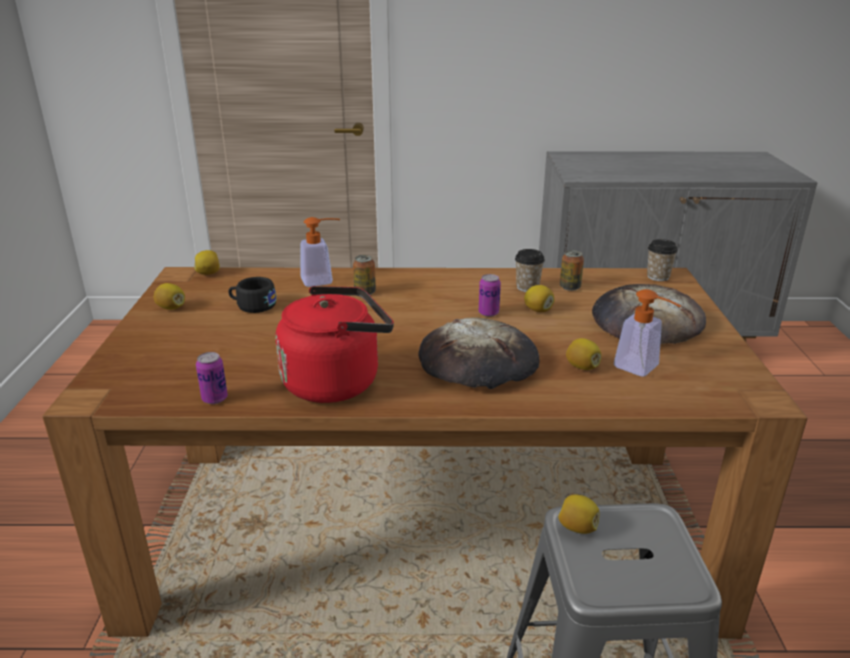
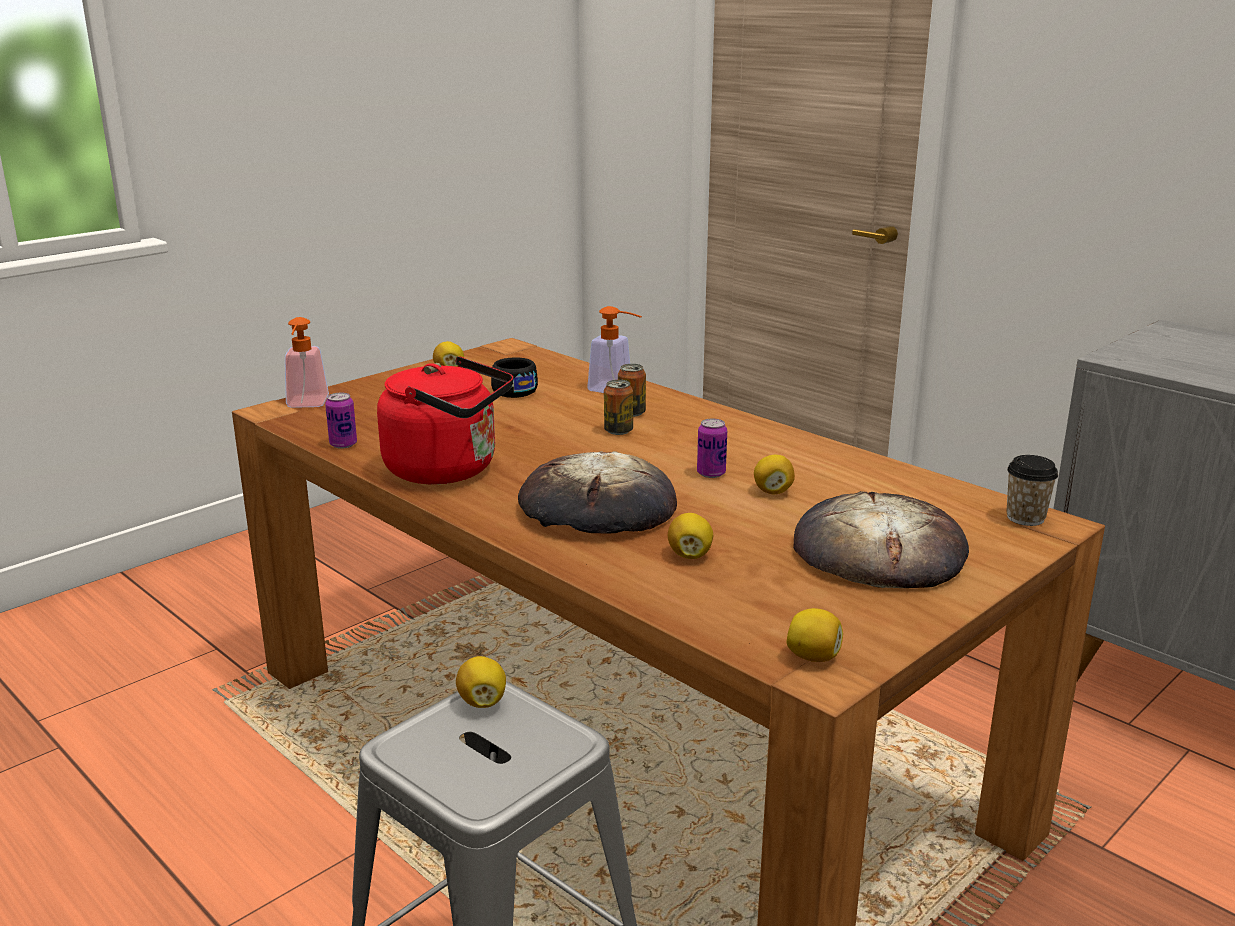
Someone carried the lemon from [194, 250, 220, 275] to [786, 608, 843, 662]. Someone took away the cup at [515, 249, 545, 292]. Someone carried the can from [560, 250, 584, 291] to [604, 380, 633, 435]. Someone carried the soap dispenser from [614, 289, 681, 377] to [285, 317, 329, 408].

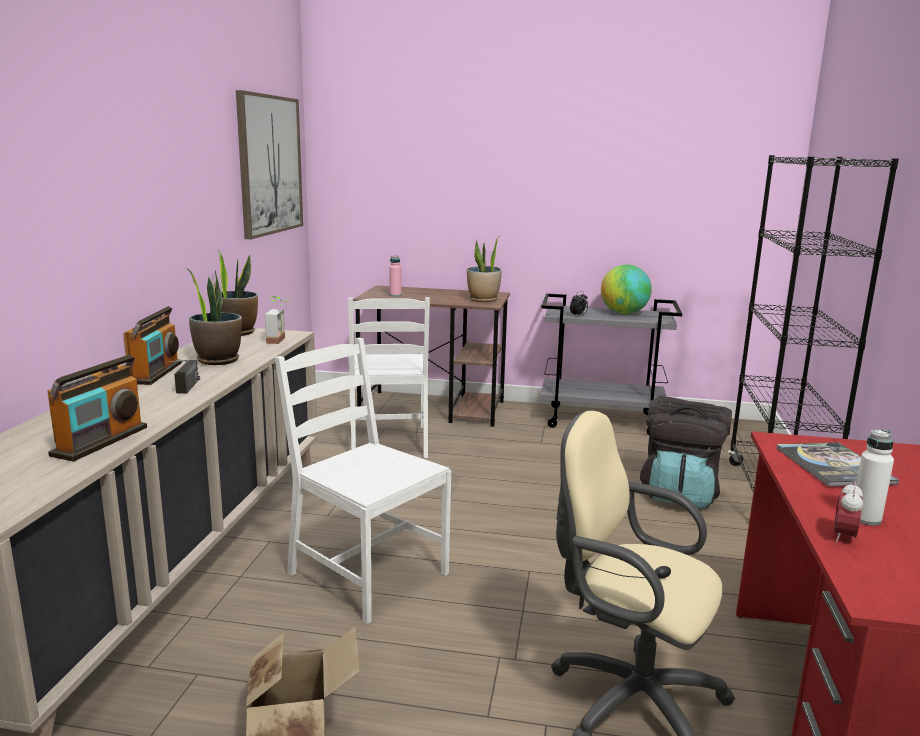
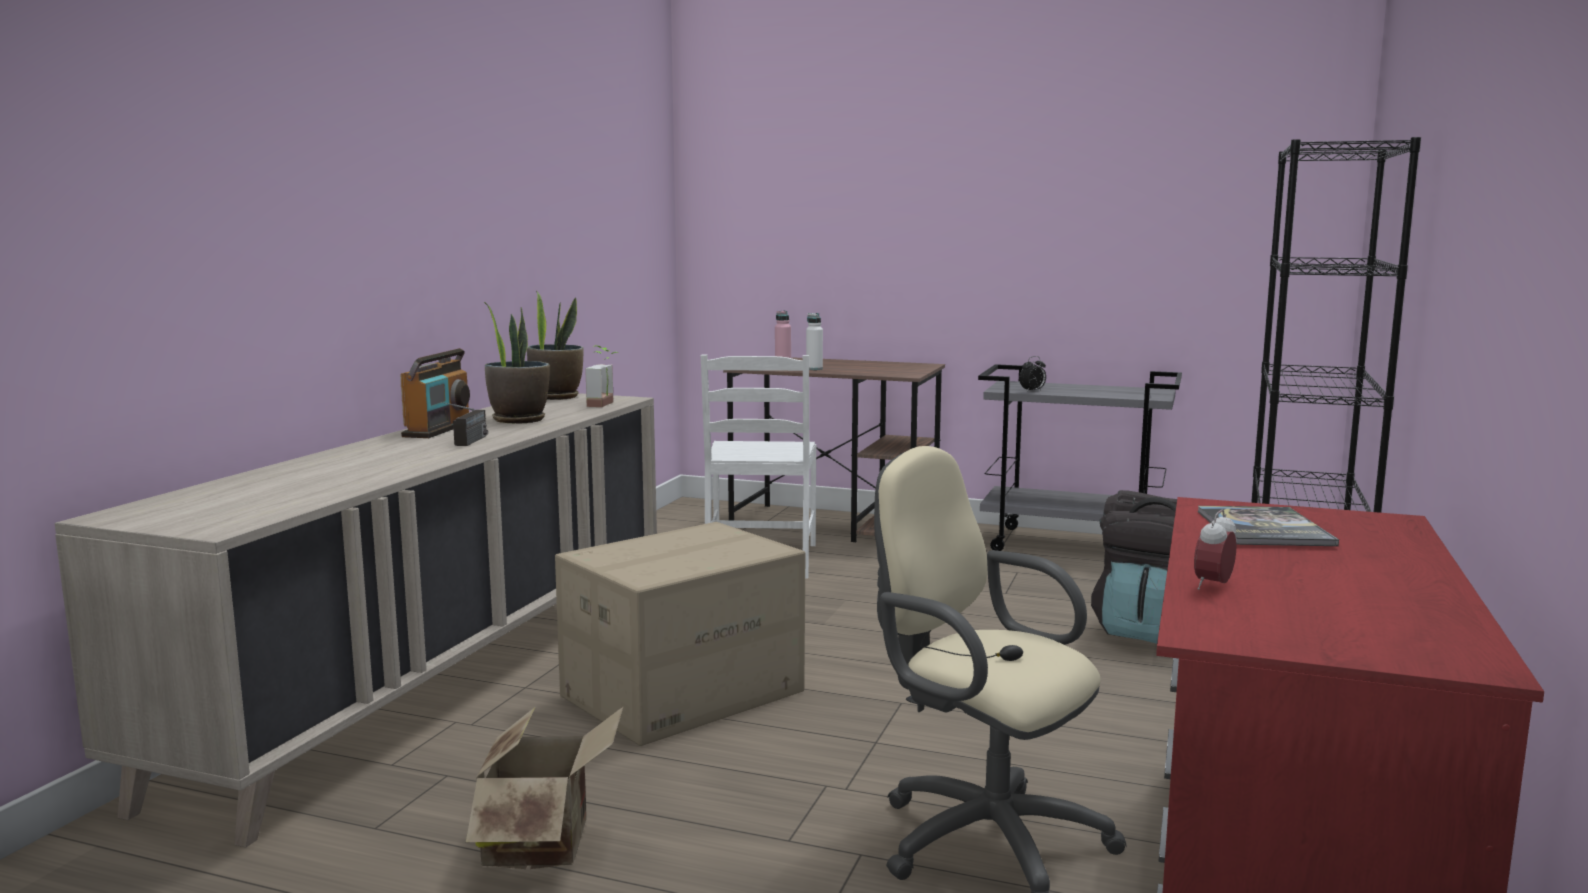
Someone took away the radio at [47, 355, 147, 462]. Someone took away the picture at [236, 90, 303, 239]. Someone swapped the white chair at [275, 338, 451, 624] for the cardboard box at [555, 522, 805, 746]. Someone took away the potted plant at [467, 236, 501, 302]. Someone took away the globe at [601, 265, 652, 314]. Someone carried the white bottle from [856, 429, 894, 526] to [806, 313, 823, 370].

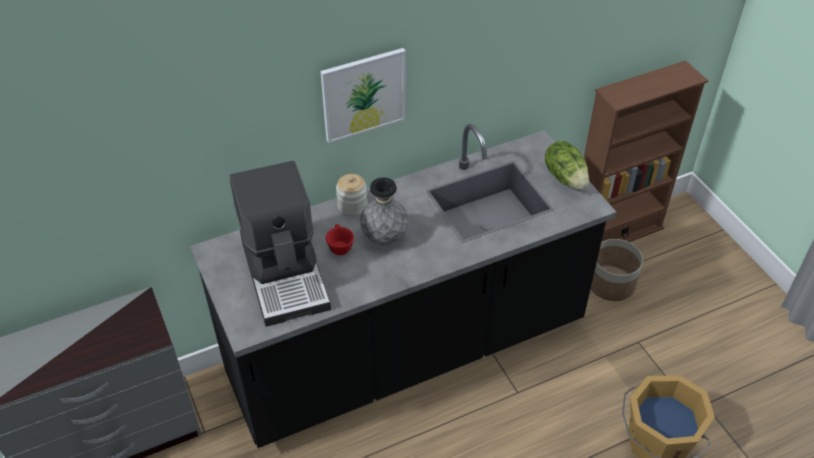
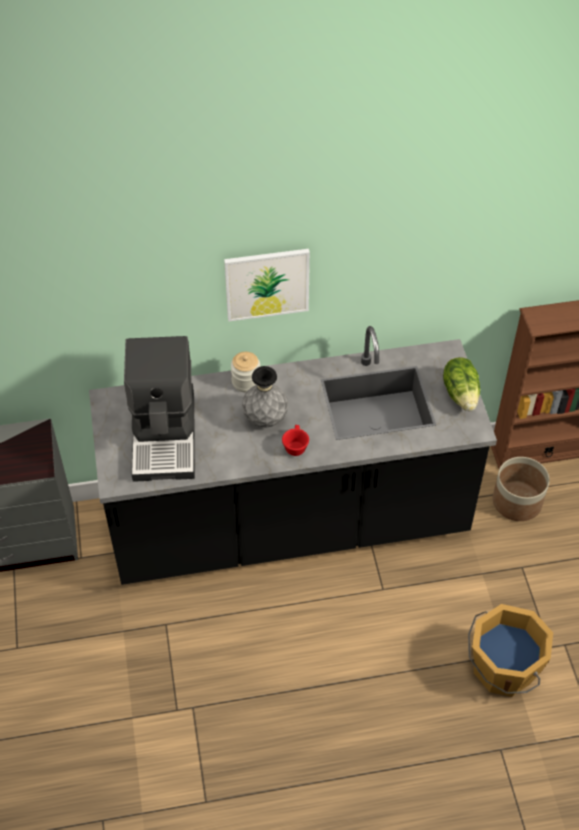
Someone carried the red cup from [326, 224, 354, 255] to [282, 425, 309, 456].

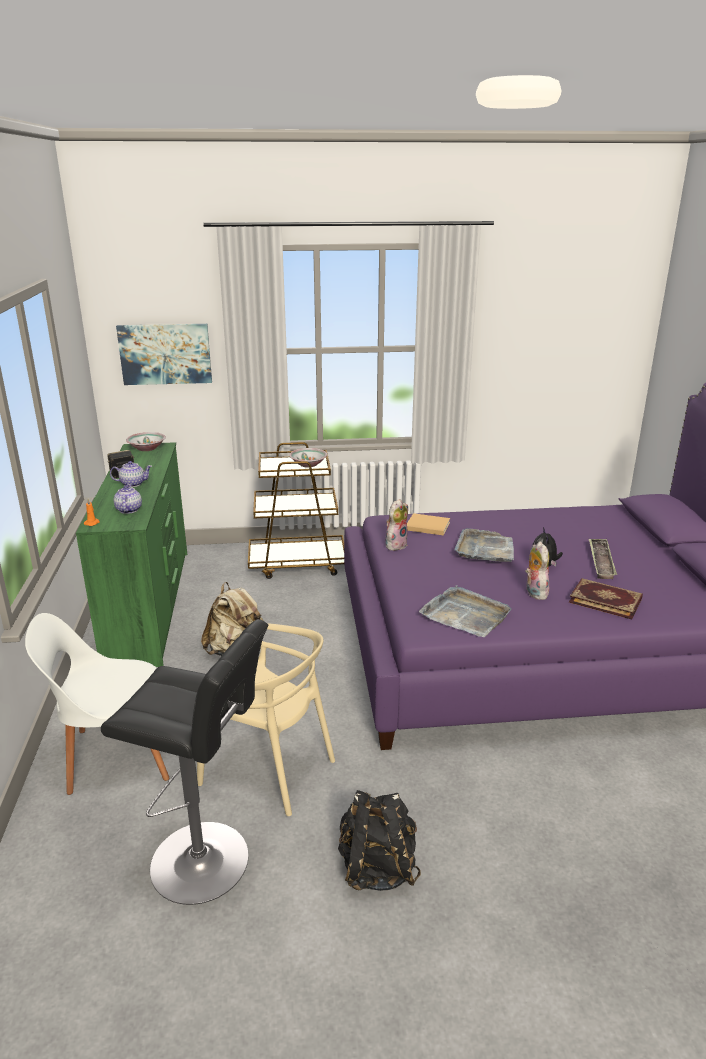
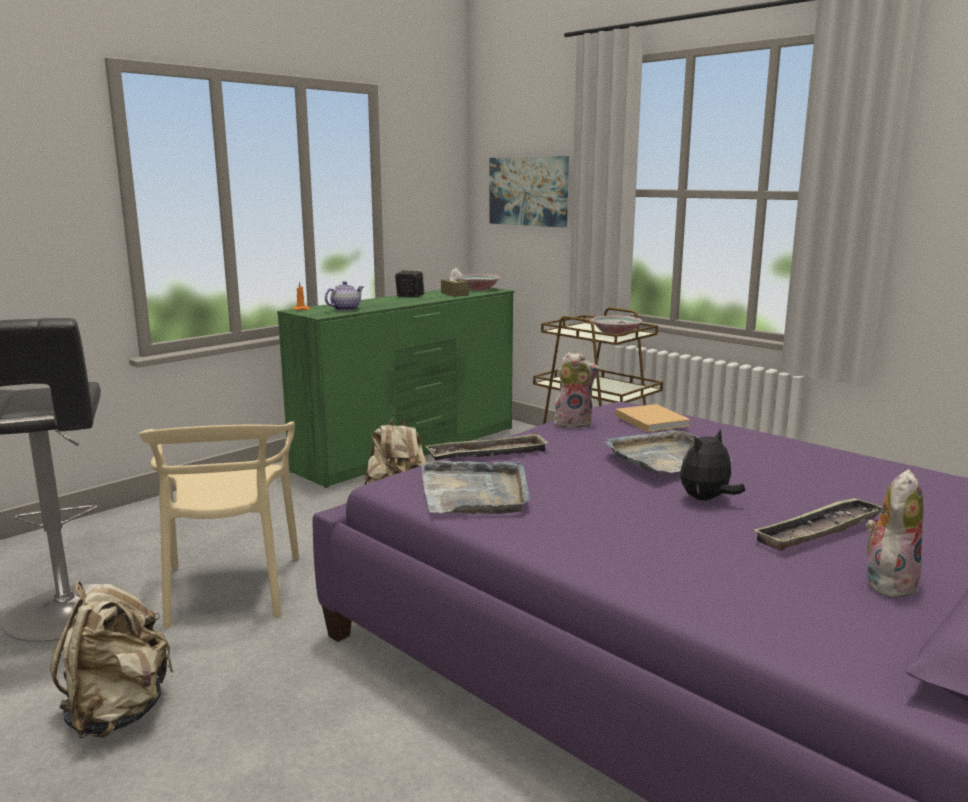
Someone took away the white chair at [25, 613, 170, 795]. Someone took away the teapot at [110, 461, 152, 487]. Someone repainted the black backpack at [338, 790, 421, 891], which became the beige backpack at [50, 581, 174, 738]. Someone carried the plush toy from [525, 541, 549, 600] to [866, 469, 924, 598]. Someone took away the book at [569, 578, 643, 619]. Someone put down the tray at [426, 433, 549, 460]. Someone put down the brown tissue box at [441, 267, 469, 297].

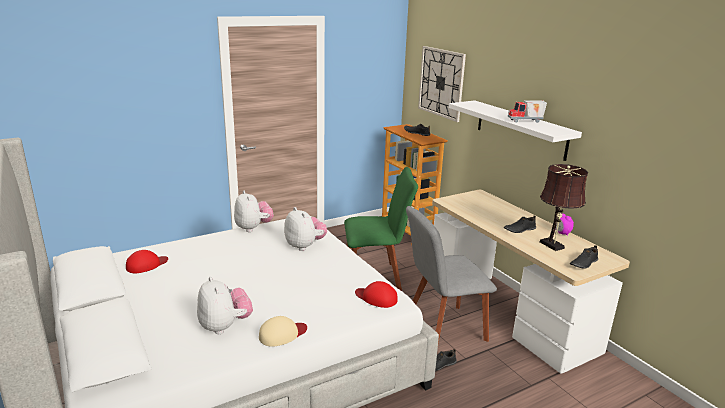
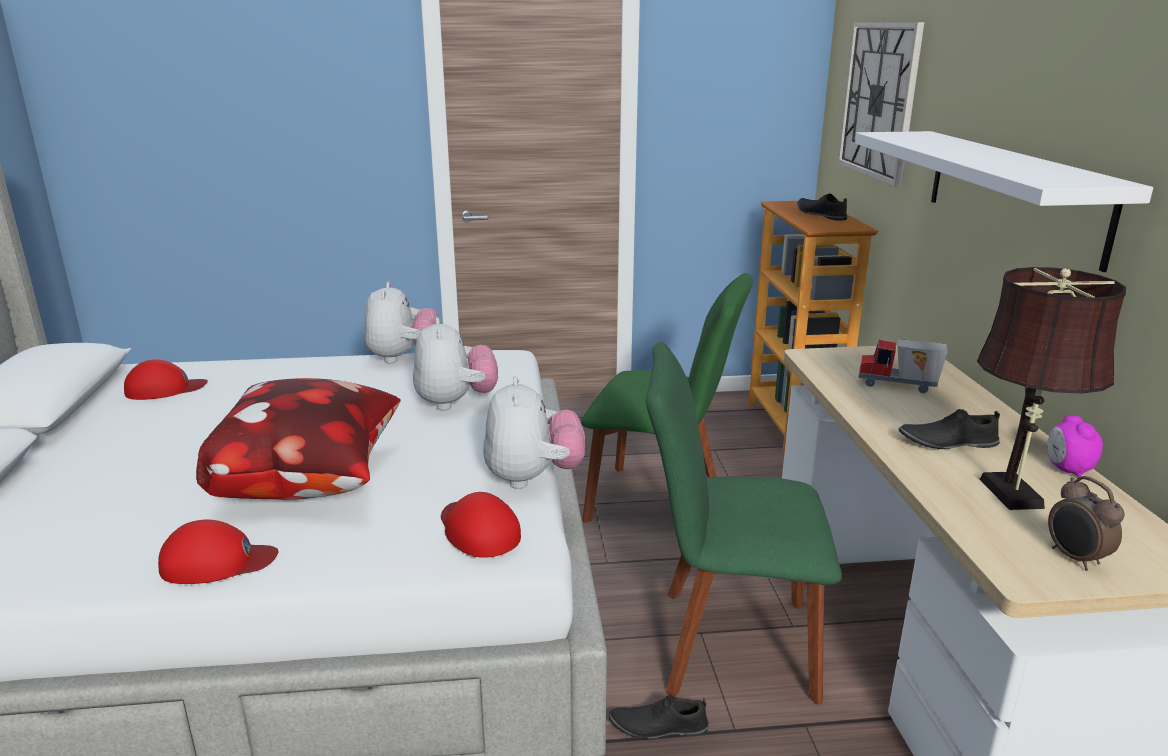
Someone carried the plush toy from [197, 276, 253, 334] to [483, 376, 585, 489]. Someone repainted the beige cap at [259, 316, 307, 347], which became the red cap at [158, 520, 279, 584]. Someone repainted the grey chair at [406, 206, 497, 344], which became the green chair at [646, 342, 842, 705]. Someone carried the toy truck from [508, 100, 547, 123] to [858, 339, 948, 393]. Someone swapped the black shoe at [570, 245, 598, 269] for the alarm clock at [1048, 476, 1124, 571]. Someone put down the pillow at [196, 378, 401, 500].

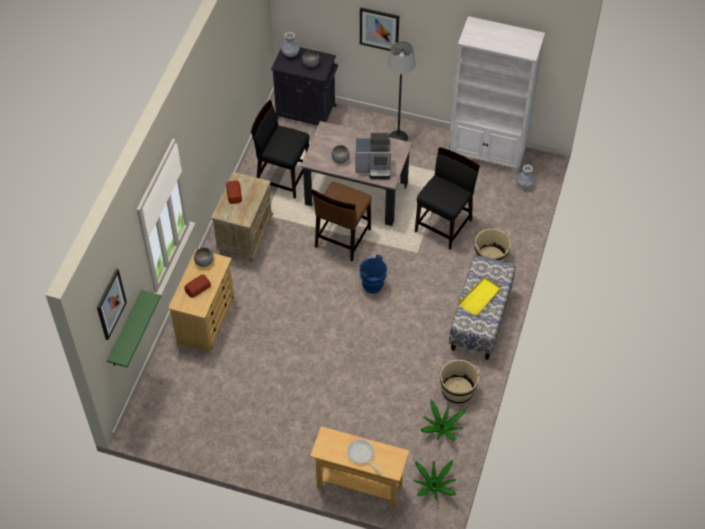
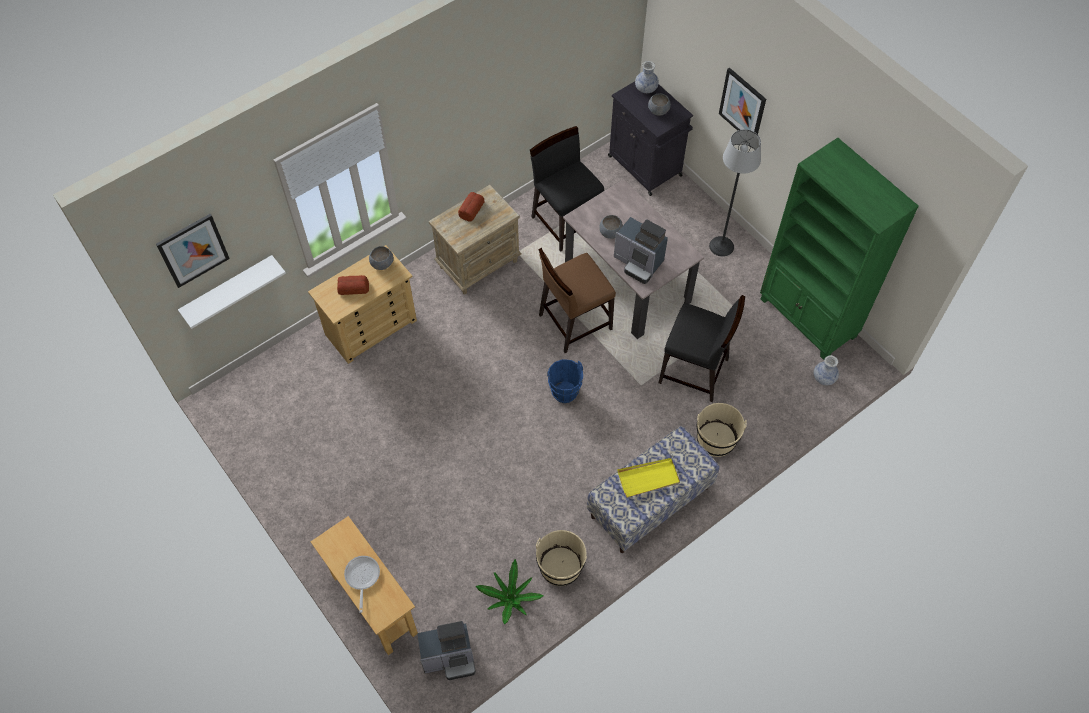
Someone repainted the green shelf at [107, 290, 161, 367], which became the white shelf at [178, 255, 286, 329]. Someone swapped the potted plant at [413, 460, 457, 500] for the coffee machine at [417, 621, 476, 680]. Someone rotated the black chair at [415, 147, 480, 250] by 45 degrees clockwise. Someone repainted the white bookcase at [448, 16, 545, 174], which became the green bookcase at [760, 138, 919, 360].

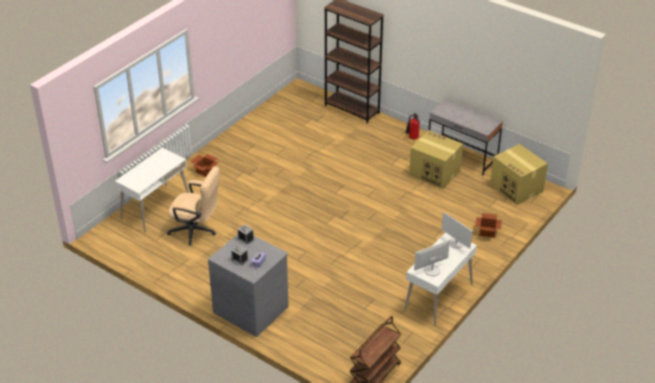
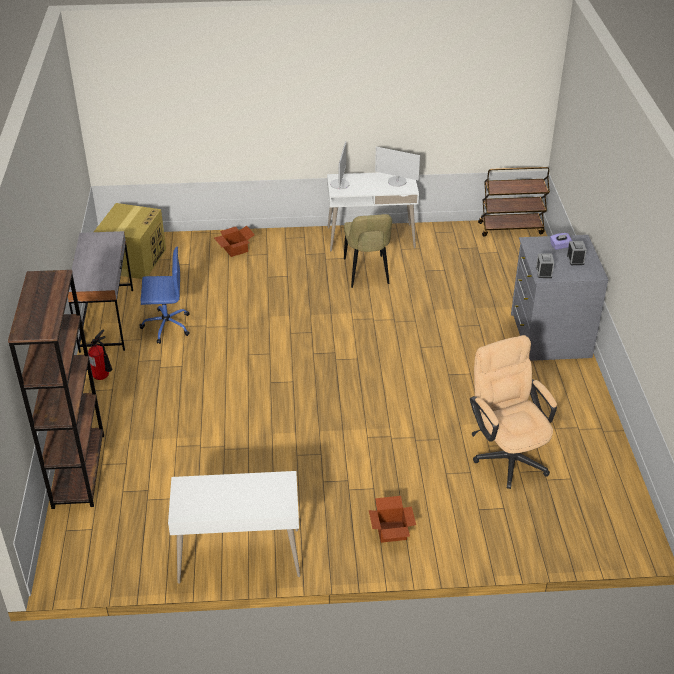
Someone carried the white desk from [115, 148, 189, 232] to [168, 471, 300, 584]. Someone swapped the cardboard box at [409, 130, 463, 189] for the blue office chair at [139, 246, 190, 344]. Someone put down the beige chair at [344, 214, 392, 288].

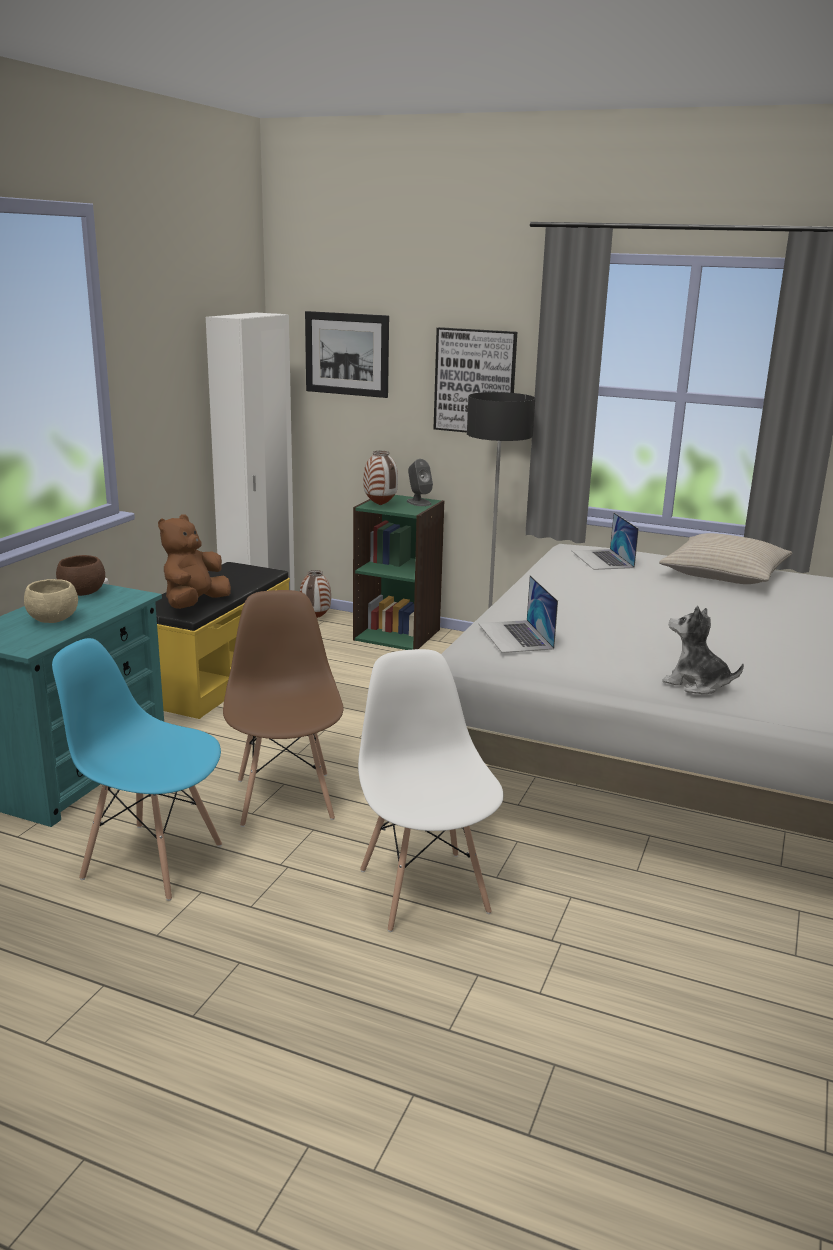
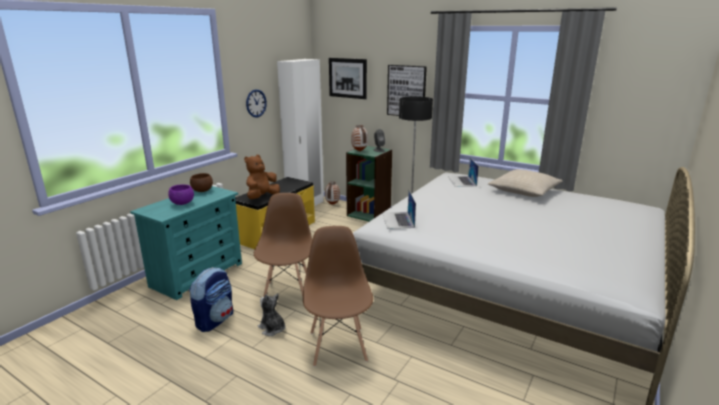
Someone repainted the beige bowl at [24, 579, 78, 623], which became the purple bowl at [168, 184, 194, 205]. Someone swapped the blue chair at [52, 638, 222, 901] for the backpack at [189, 267, 233, 332]. Someone repainted the white chair at [358, 649, 504, 932], which became the brown chair at [303, 226, 373, 367]. Someone carried the plush toy from [662, 606, 744, 694] to [258, 293, 286, 336]. Someone put up the wall clock at [246, 89, 267, 117].

